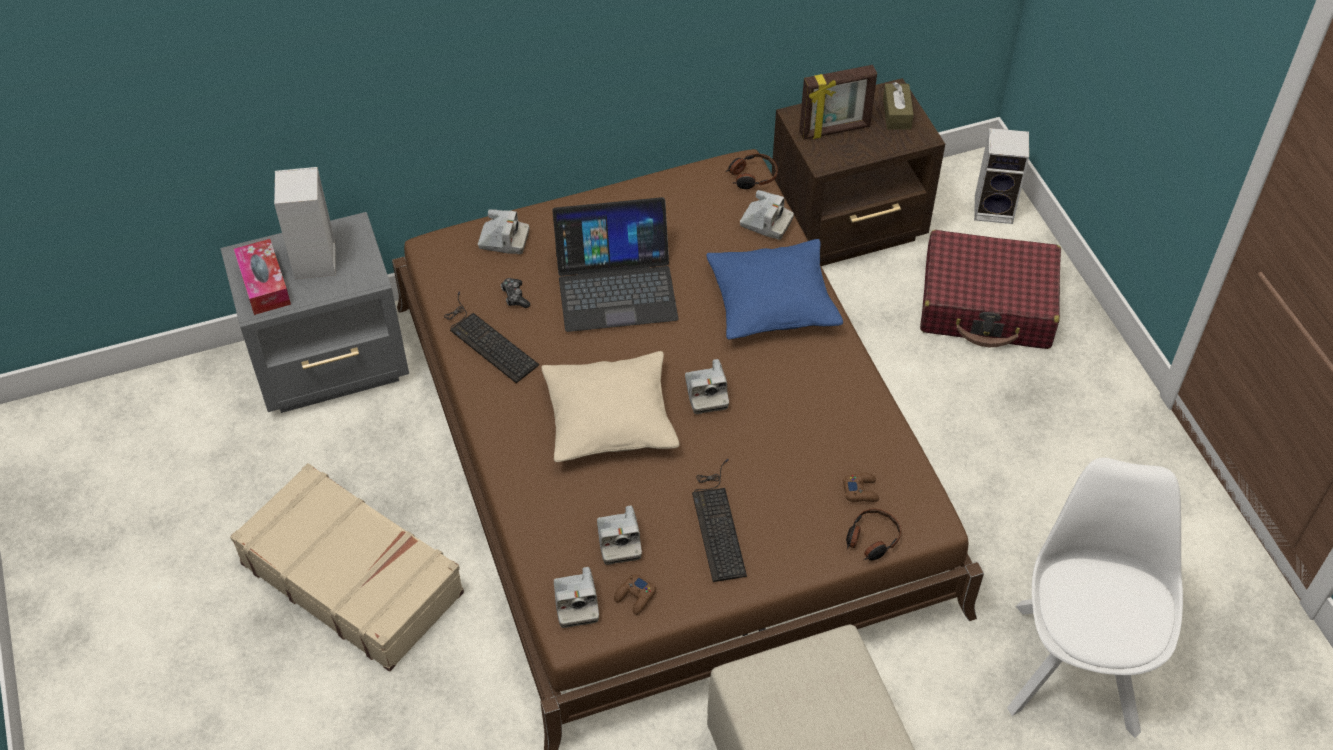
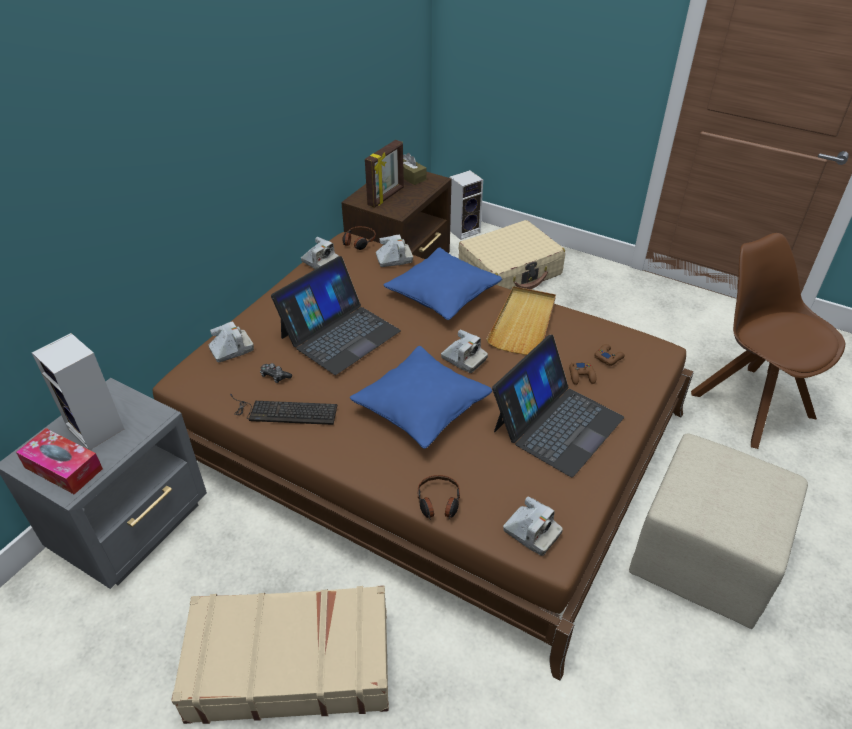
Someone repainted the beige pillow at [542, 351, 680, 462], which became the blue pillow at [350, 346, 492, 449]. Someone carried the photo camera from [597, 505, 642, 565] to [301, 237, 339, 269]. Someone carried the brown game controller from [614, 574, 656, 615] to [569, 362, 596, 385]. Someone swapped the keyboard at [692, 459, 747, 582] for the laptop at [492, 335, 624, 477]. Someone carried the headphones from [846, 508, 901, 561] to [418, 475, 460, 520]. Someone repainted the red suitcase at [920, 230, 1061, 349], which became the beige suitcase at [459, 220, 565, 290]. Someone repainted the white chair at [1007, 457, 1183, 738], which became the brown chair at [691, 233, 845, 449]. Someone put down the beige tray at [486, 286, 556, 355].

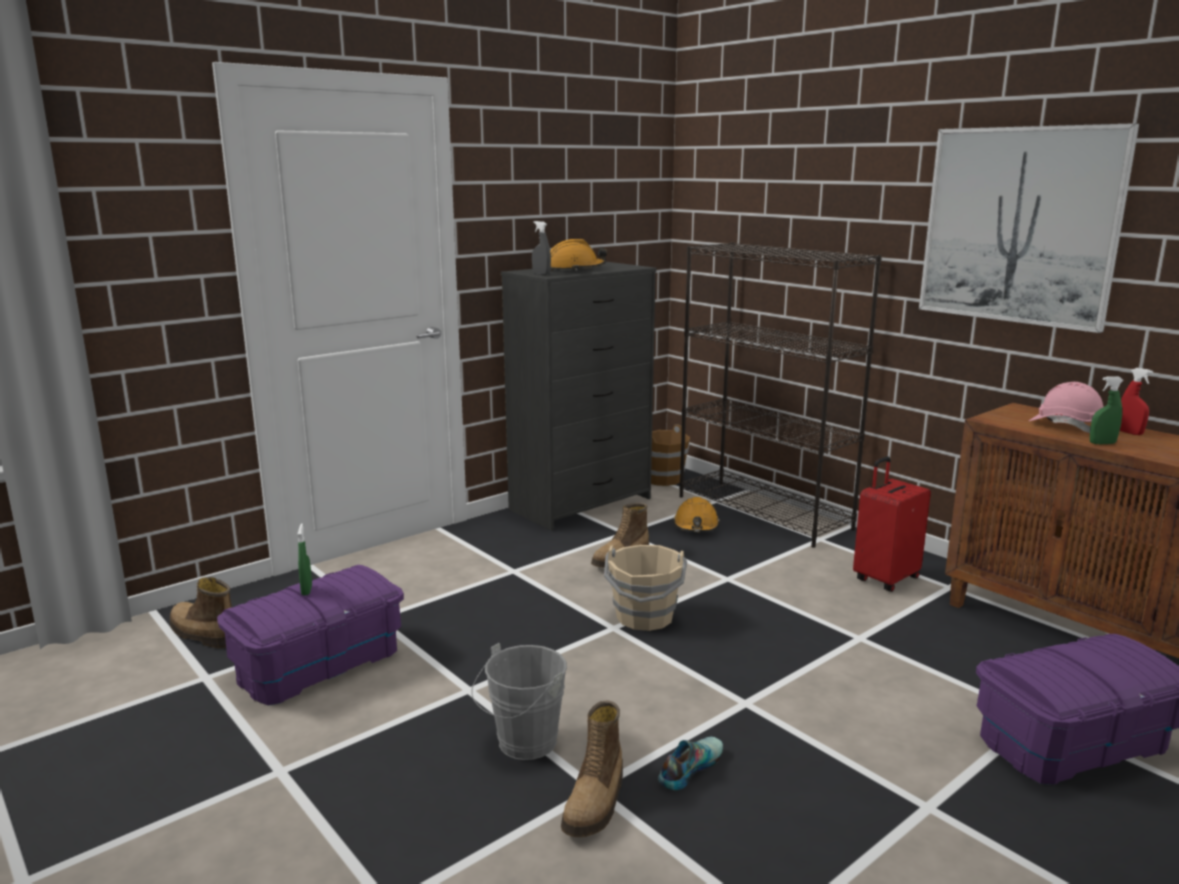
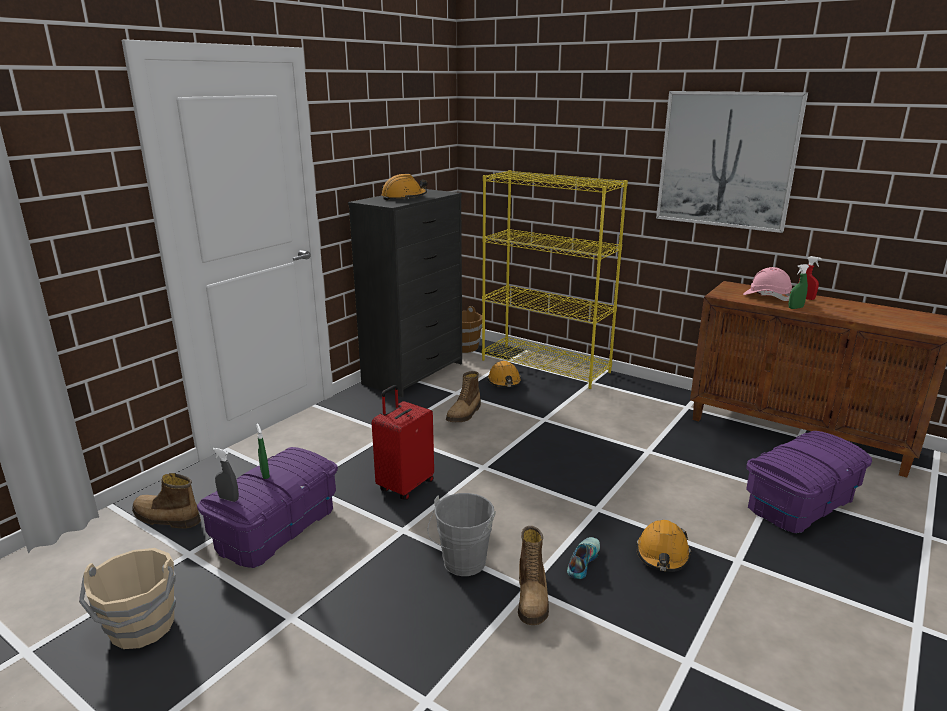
Someone carried the grey spray bottle from [532, 221, 551, 275] to [213, 448, 239, 502]. Someone carried the beige bucket from [604, 545, 687, 631] to [79, 548, 176, 649]. Someone repainted the black bookcase at [679, 242, 882, 548], which became the yellow bookcase at [482, 170, 628, 389]. Someone carried the red suitcase from [853, 456, 931, 592] to [372, 385, 434, 500]. Someone put down the orange hard hat at [636, 520, 691, 572].

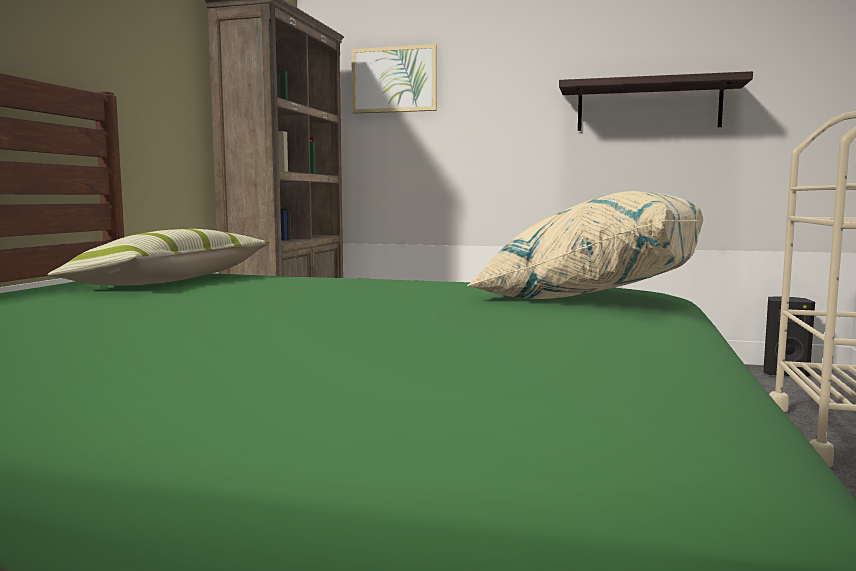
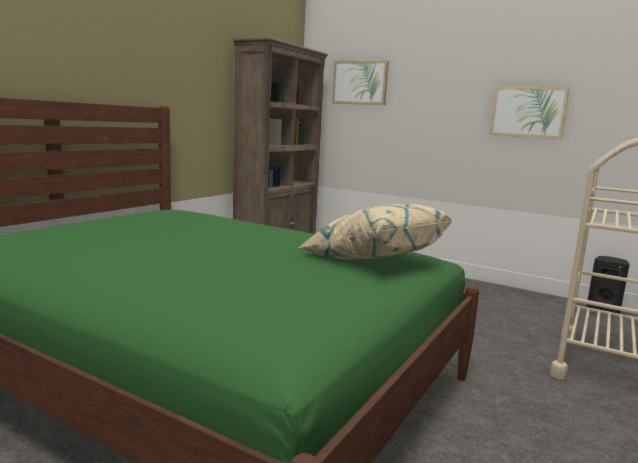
Someone took away the pillow at [47, 229, 270, 286]. Someone swapped the shelf at [559, 71, 753, 131] for the picture at [490, 86, 570, 139].

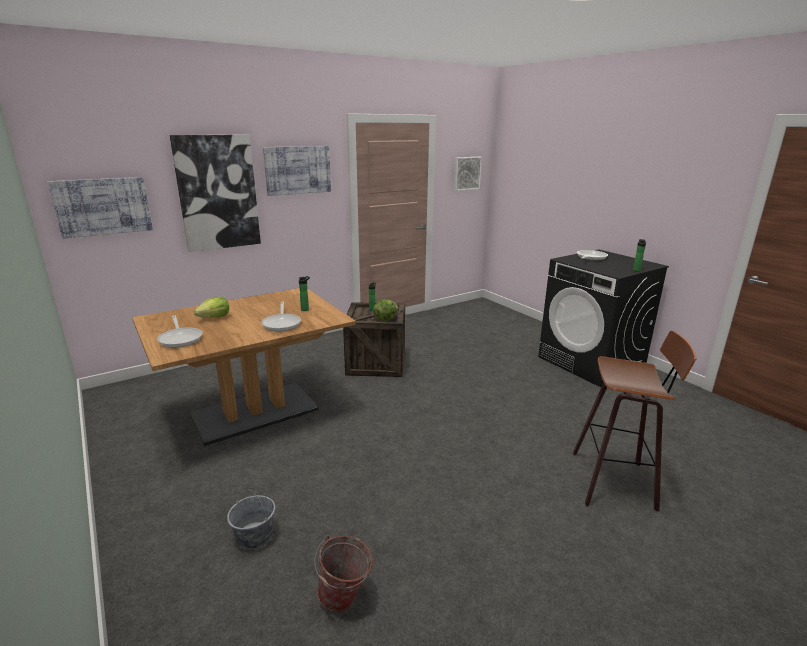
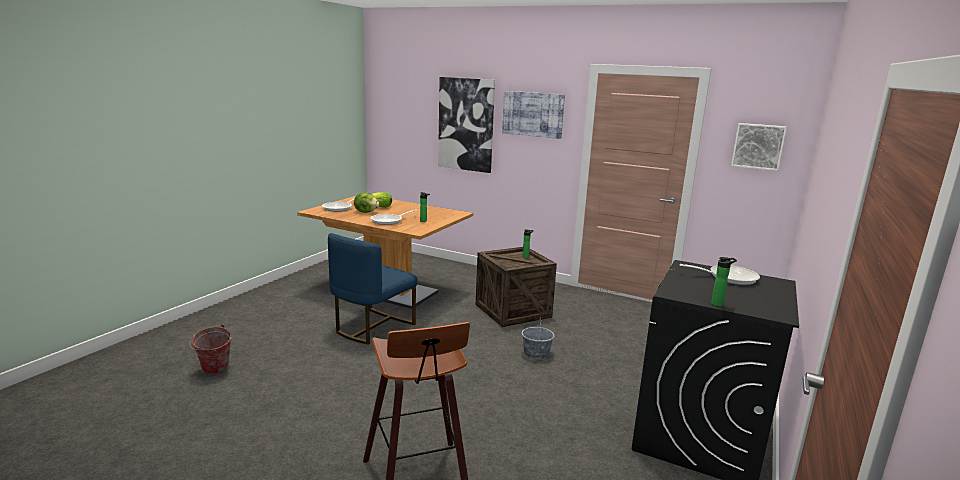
Someone took away the picture at [48, 177, 153, 239]. Someone carried the grey bucket from [227, 490, 275, 549] to [522, 318, 555, 360]. Someone carried the lettuce from [373, 299, 398, 321] to [354, 192, 379, 213]. Someone put down the blue chair at [328, 233, 418, 345].

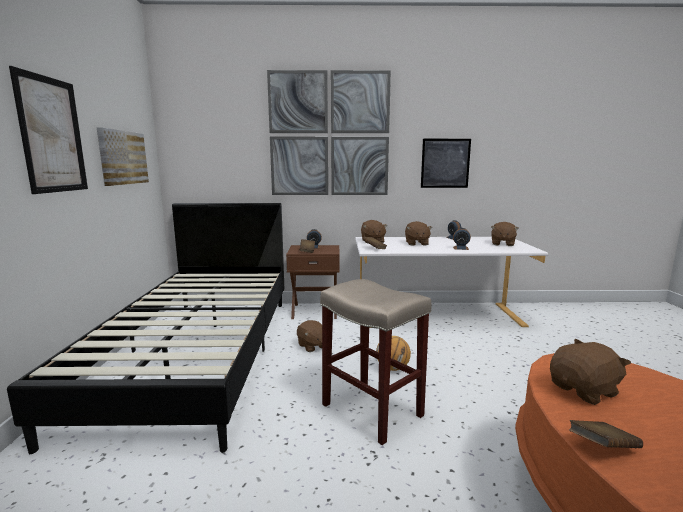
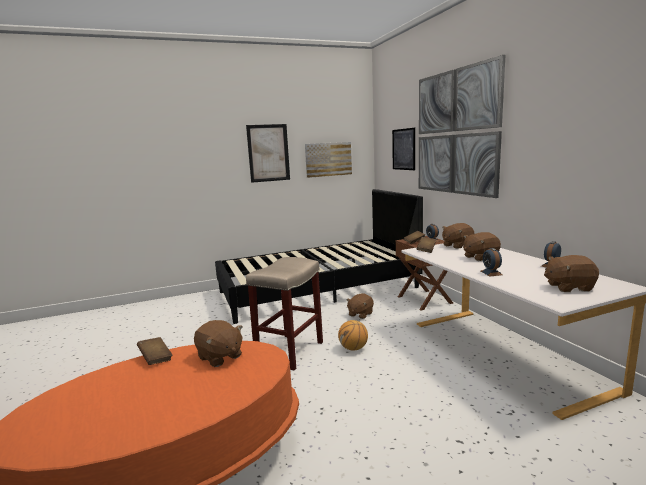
Someone carried the picture from [421, 139, 471, 188] to [392, 128, 415, 170].

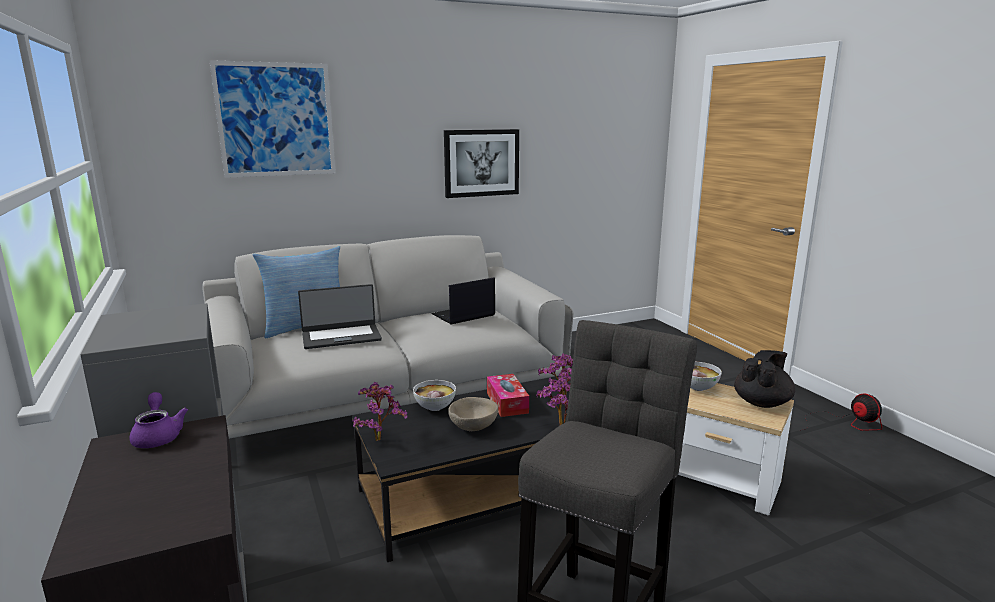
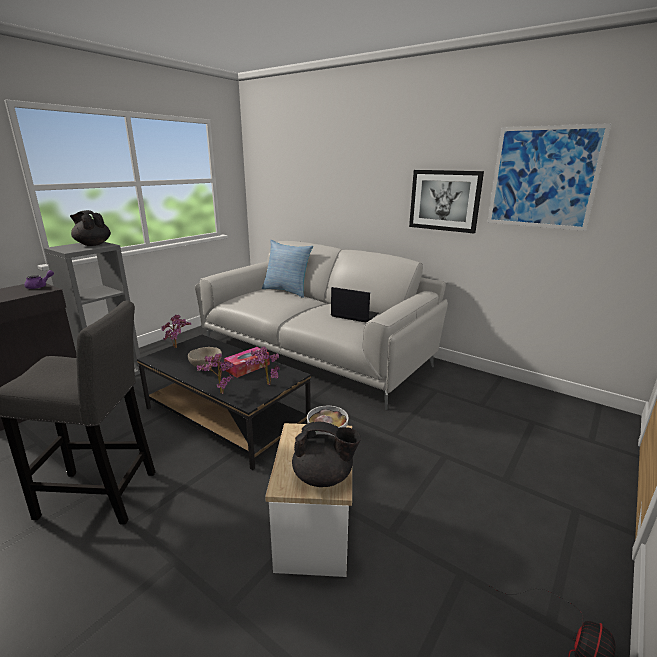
Someone carried the picture from [209, 60, 336, 178] to [487, 123, 612, 231]. Someone took away the laptop at [298, 284, 382, 349]. Someone took away the bowl at [413, 380, 456, 411]. Someone put down the black teapot at [70, 210, 111, 246].

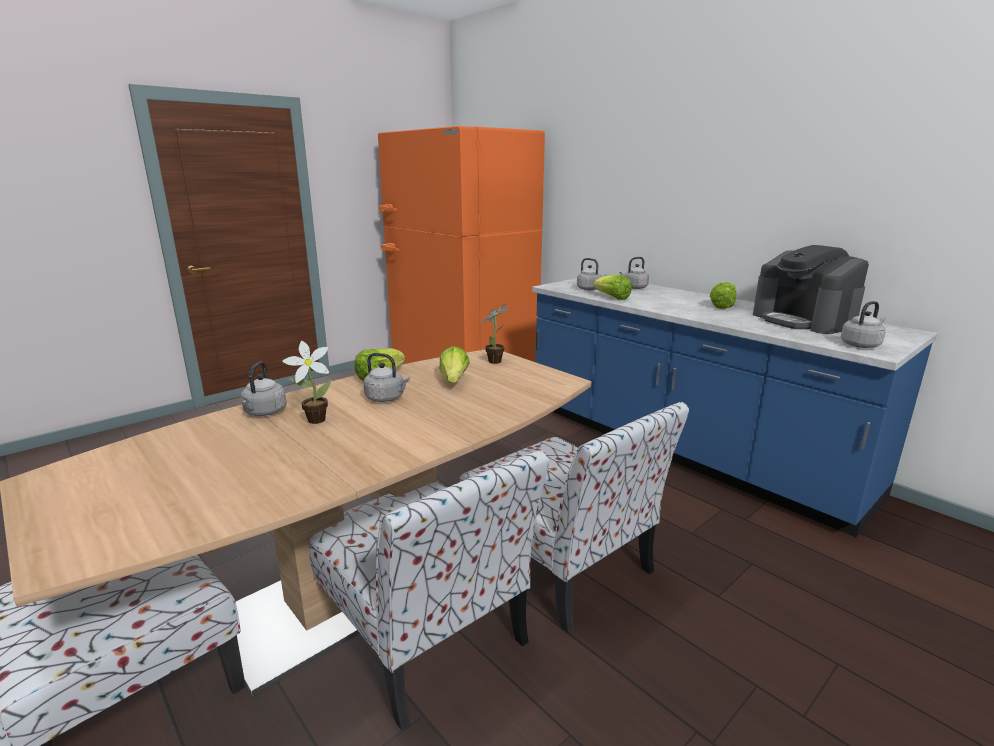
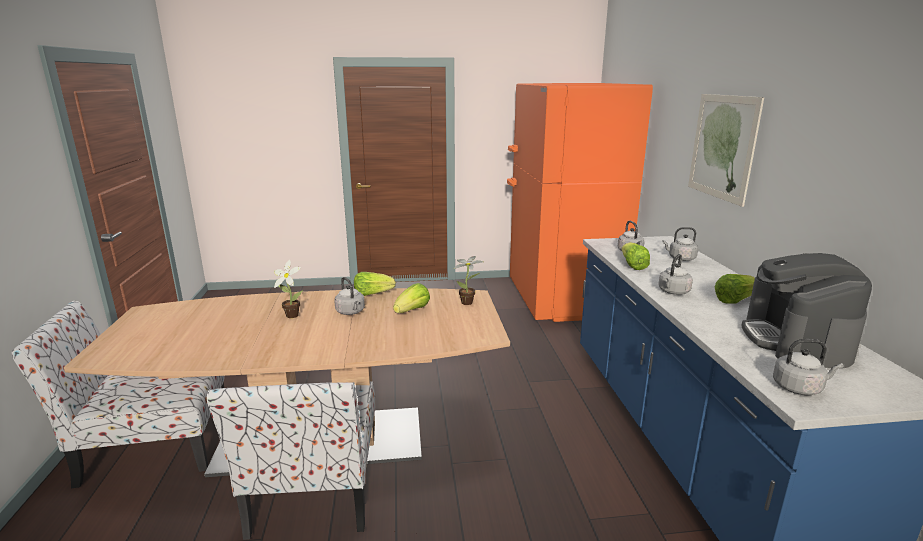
Someone carried the grey kettle from [241, 362, 287, 416] to [658, 254, 693, 295]. Someone took away the chair at [459, 402, 689, 633]. Someone put up the picture at [688, 94, 764, 207].

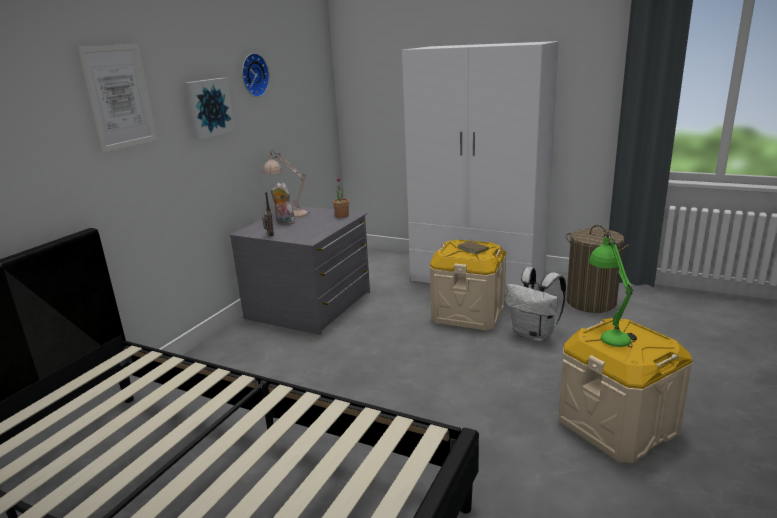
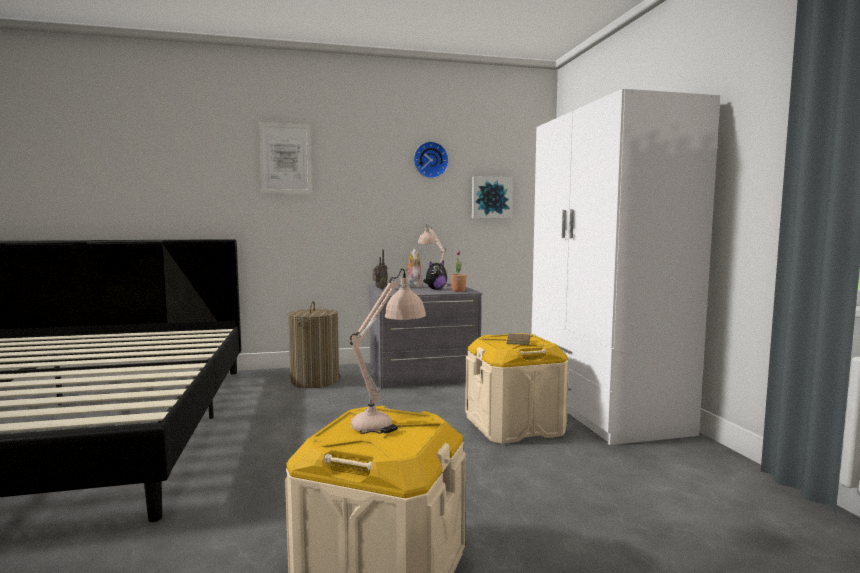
Someone carried the picture from [184, 78, 235, 140] to [472, 176, 513, 218]. Someone took away the white backpack at [505, 267, 566, 342]. Someone carried the laundry basket from [566, 225, 629, 313] to [288, 301, 339, 388]. Someone repainted the green table lamp at [589, 232, 637, 347], which became the beige table lamp at [349, 269, 426, 434]. Someone put down the plush toy at [423, 261, 447, 290].

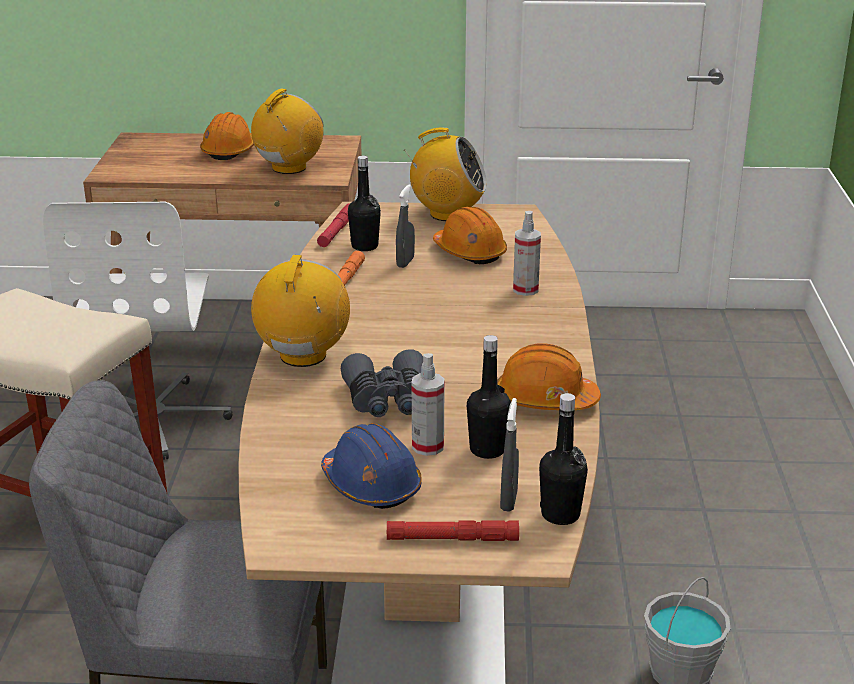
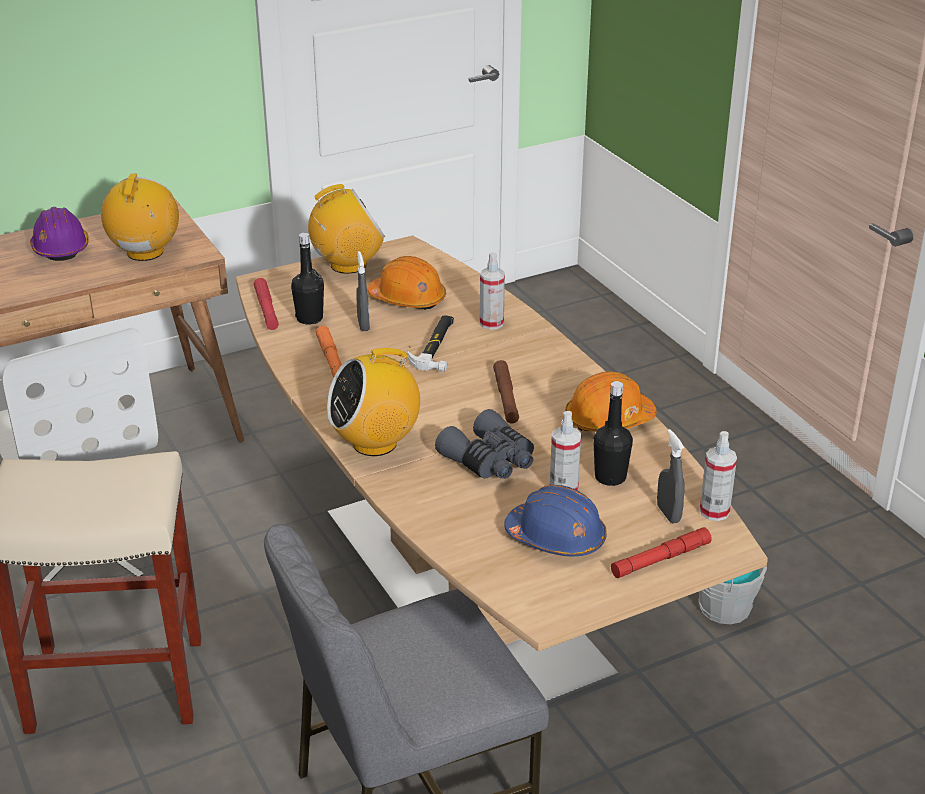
Someone repainted the orange hard hat at [200, 112, 254, 160], which became the purple hard hat at [30, 207, 89, 261]. Someone rotated the radio at [251, 255, 350, 367] by 90 degrees counterclockwise. Someone swapped the black bottle at [539, 393, 588, 525] for the spray bottle at [700, 431, 737, 521]. Someone put down the hammer at [408, 316, 454, 372]. Someone put down the brown flashlight at [493, 360, 519, 423].

